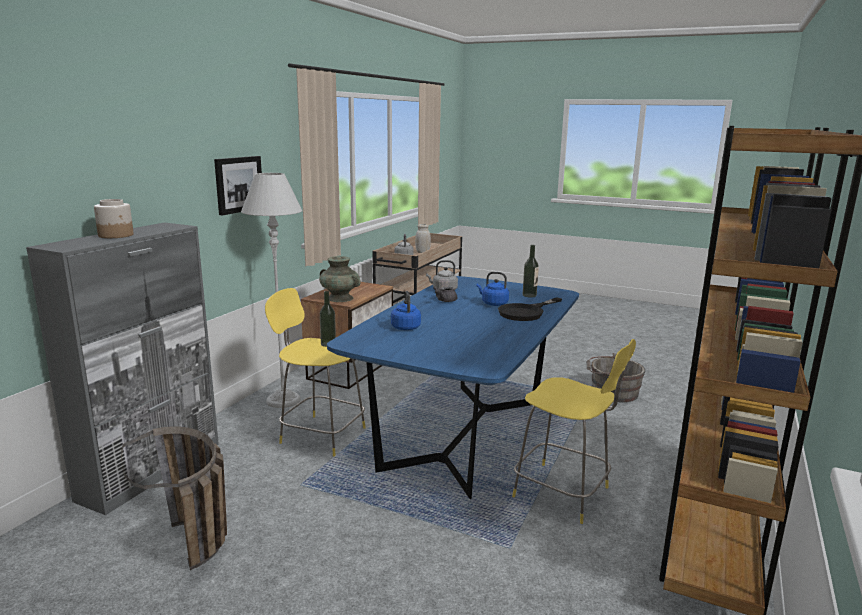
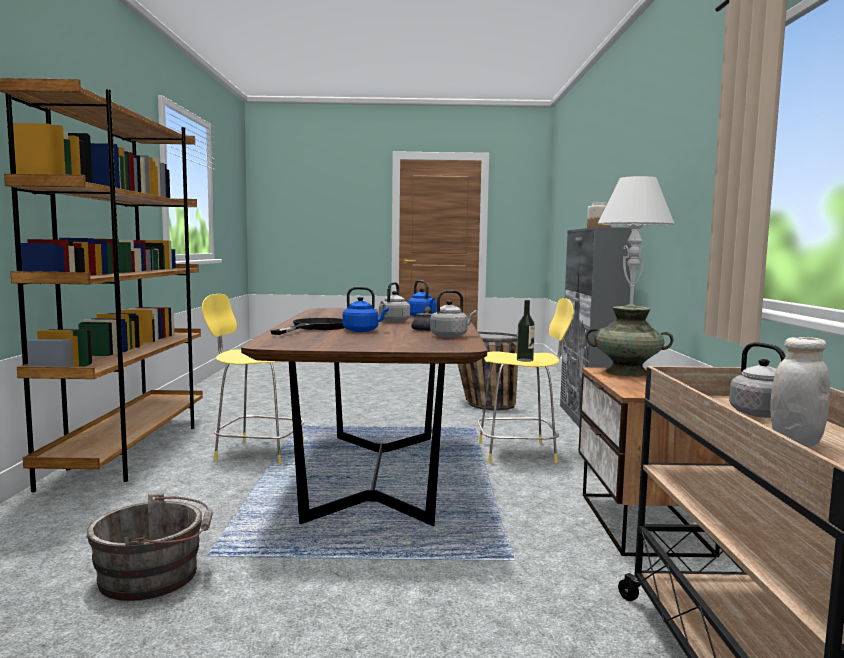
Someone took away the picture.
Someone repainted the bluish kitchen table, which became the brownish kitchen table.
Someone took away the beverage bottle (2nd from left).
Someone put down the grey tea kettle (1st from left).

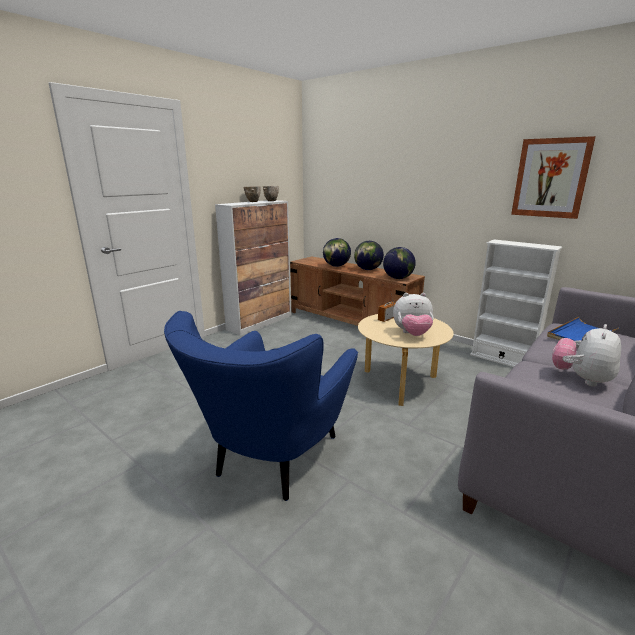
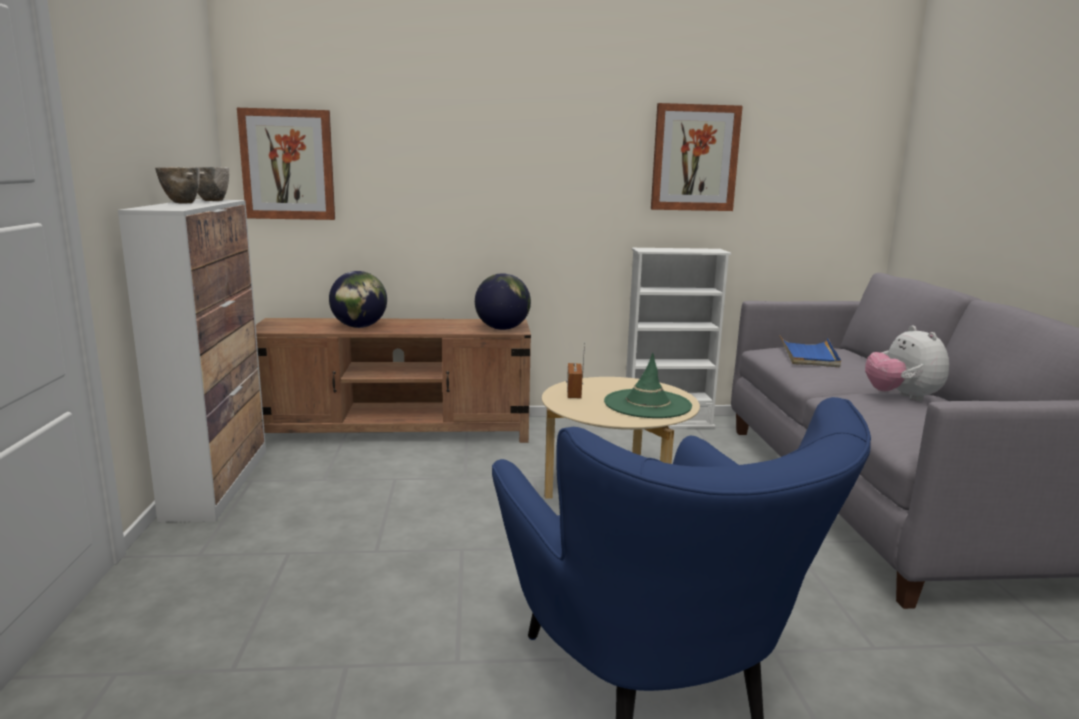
Someone took away the world globe (2nd from left).
Someone swapped the soft toy (1st from left) for the green-coloured clothing hat.
Someone put up the picture (1st from left).

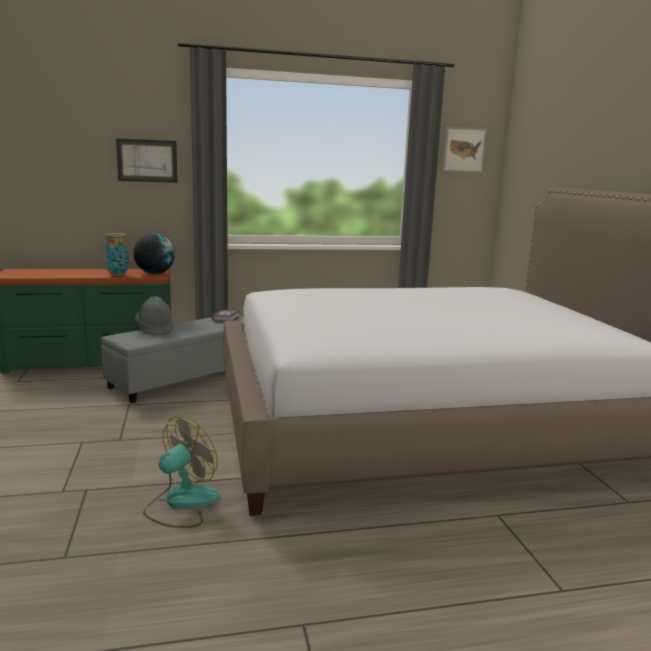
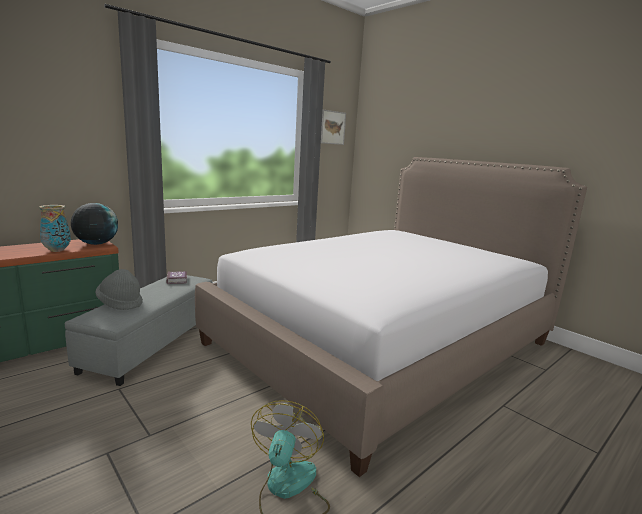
Someone took away the picture (1st from left).

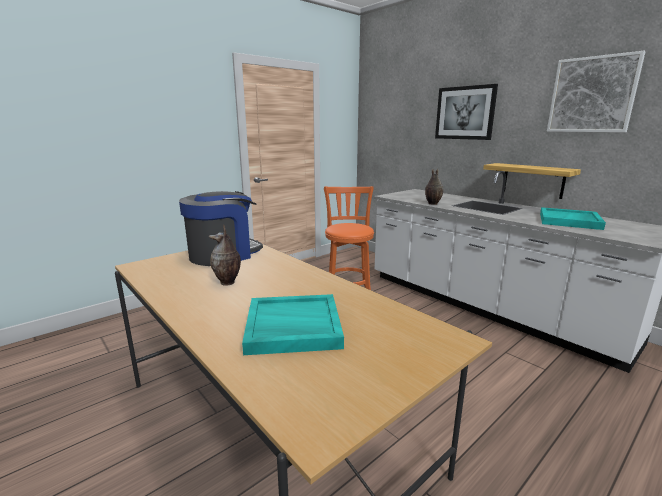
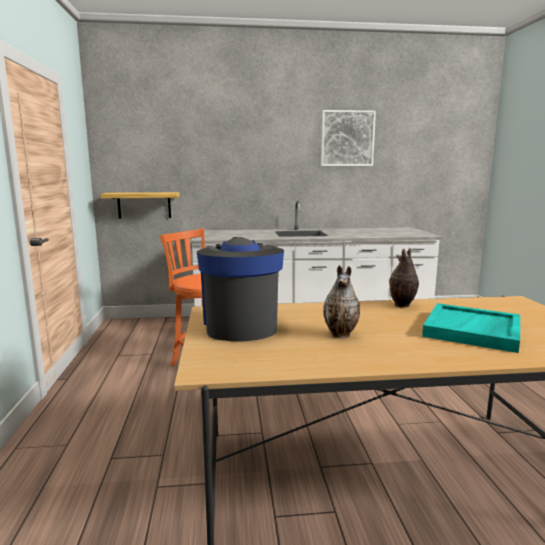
Someone carried the flower vase (2nd from left).
Someone took away the picture (1st from left).
Someone carried the bracket shelf.
Someone took away the turquoise tray (2nd from left).

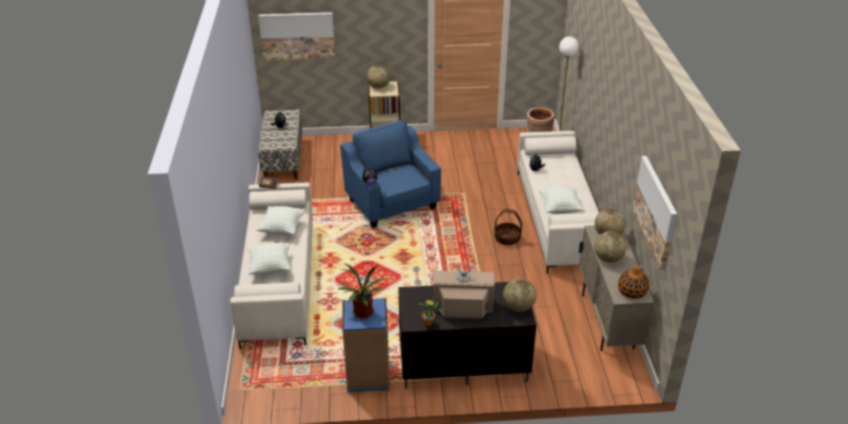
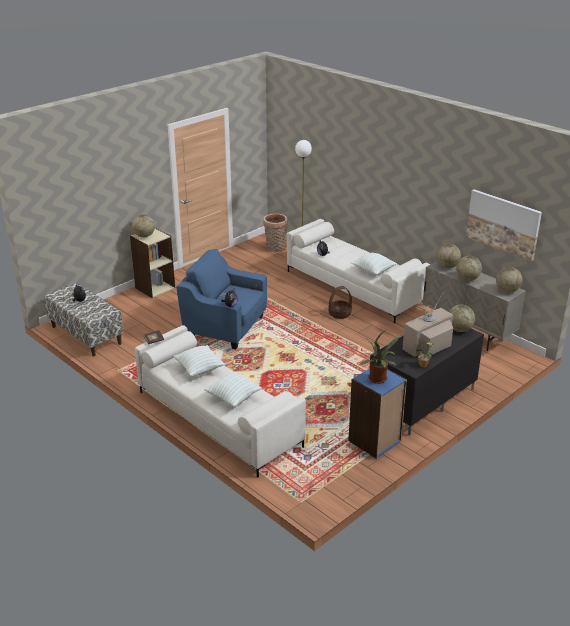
Someone took away the picture (1st from left).
Someone swapped the flower vase for the world globe (5th from left).

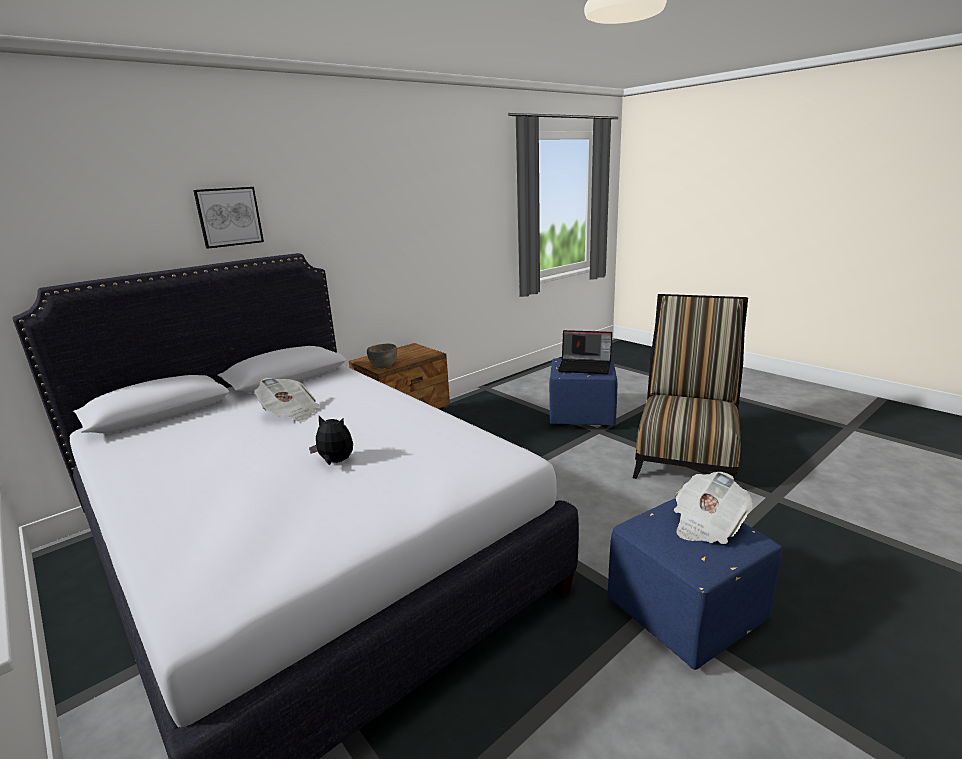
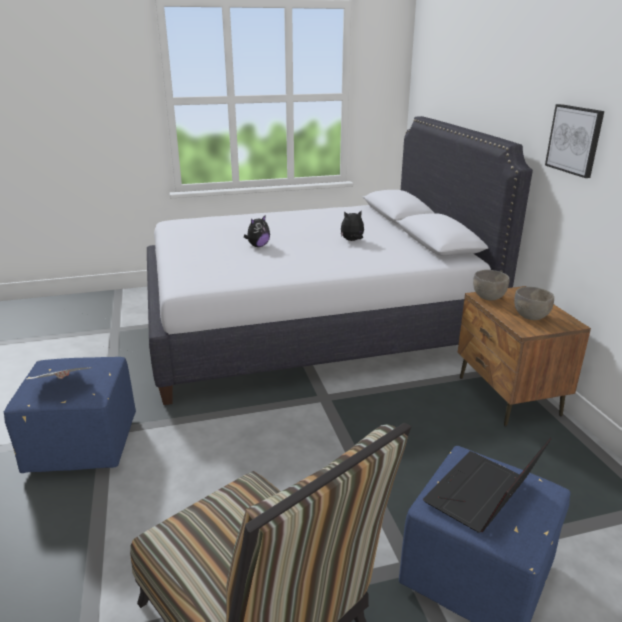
Someone carried the picture.
Someone swapped the daily paper (1st from left) for the soft toy (2nd from left).
Someone put down the grey bowl (2nd from left).

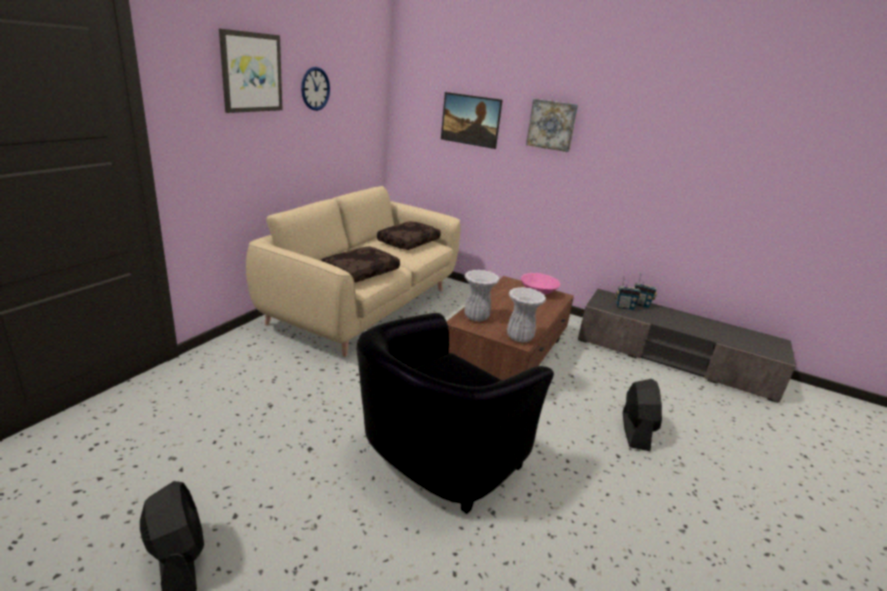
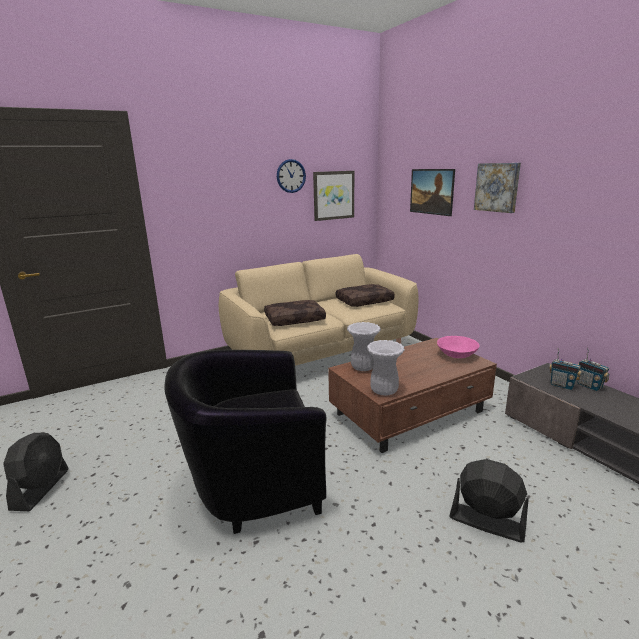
Someone carried the picture (1st from left).
Someone rotated the black-coloured fan (2nd from left) by 105 degrees counterclockwise.

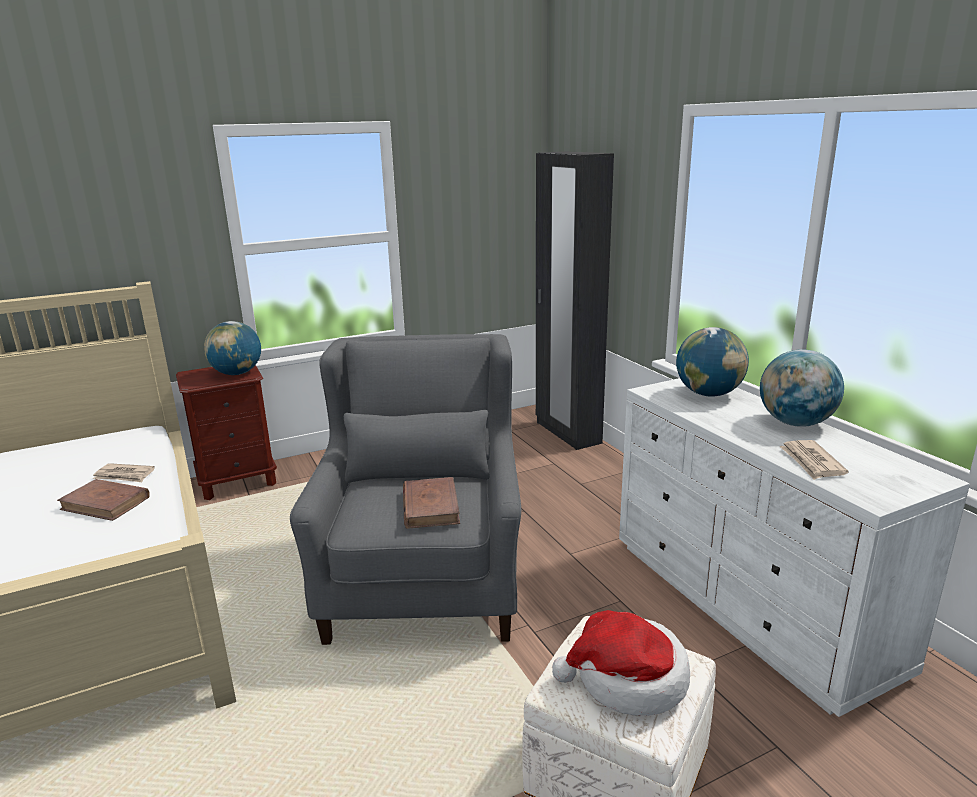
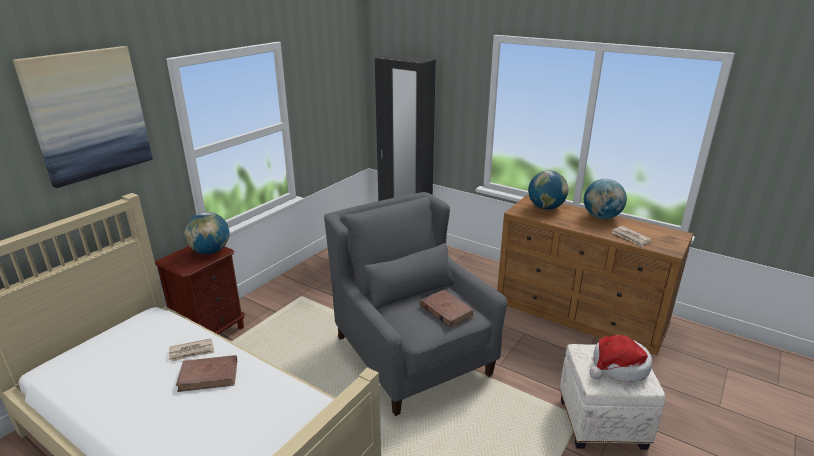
Someone repainted the white drawer chest, which became the brownish drawer chest.
Someone put up the picture.

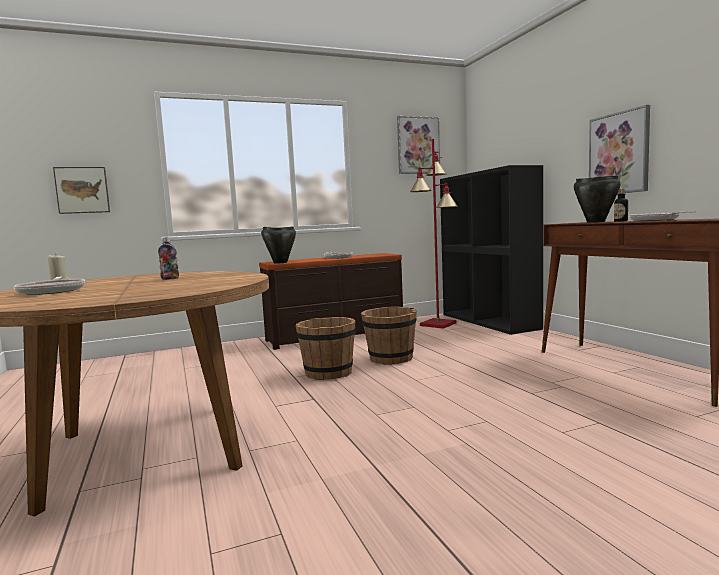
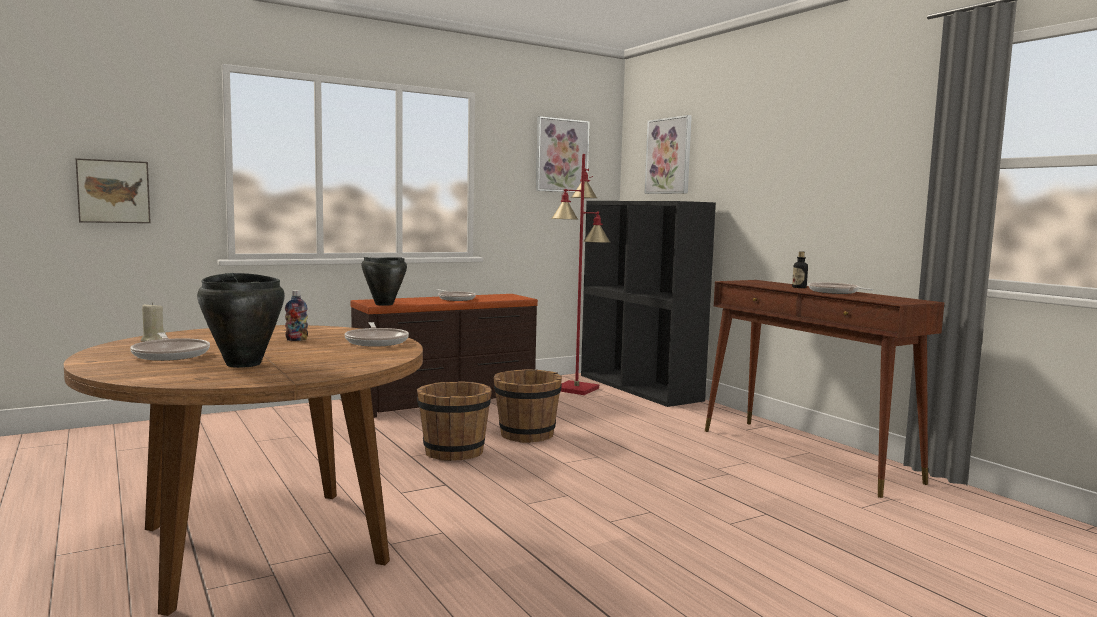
Someone carried the black-coloured saucepot (2nd from left in the first image).
Someone carried the picture (3rd from left).
Someone put down the frying pan (2nd from left).

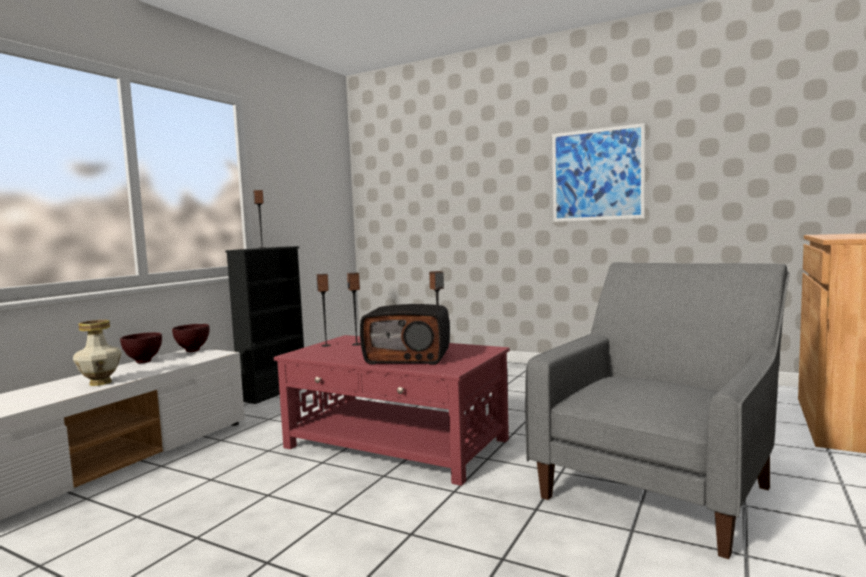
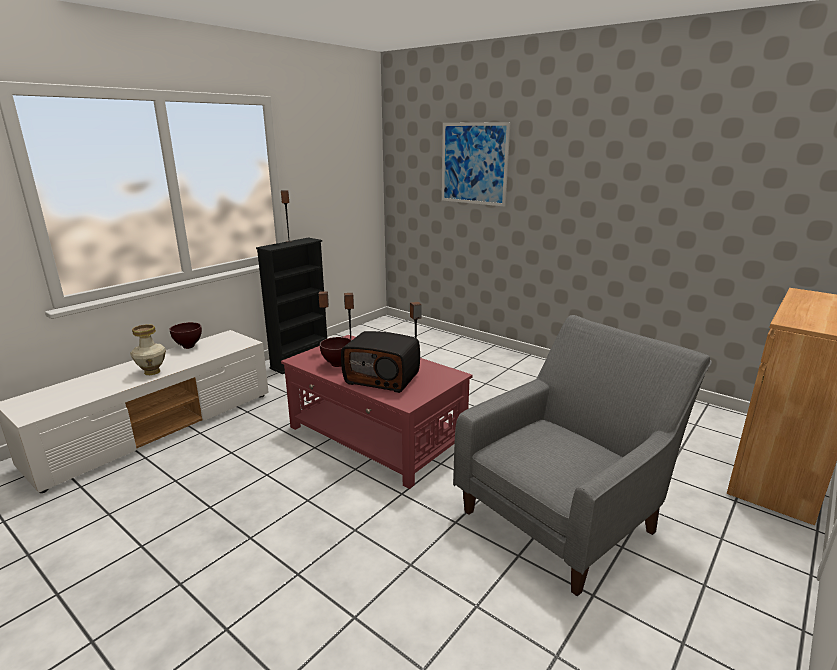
Someone carried the brownish bowl (2nd from left).
Someone carried the picture.

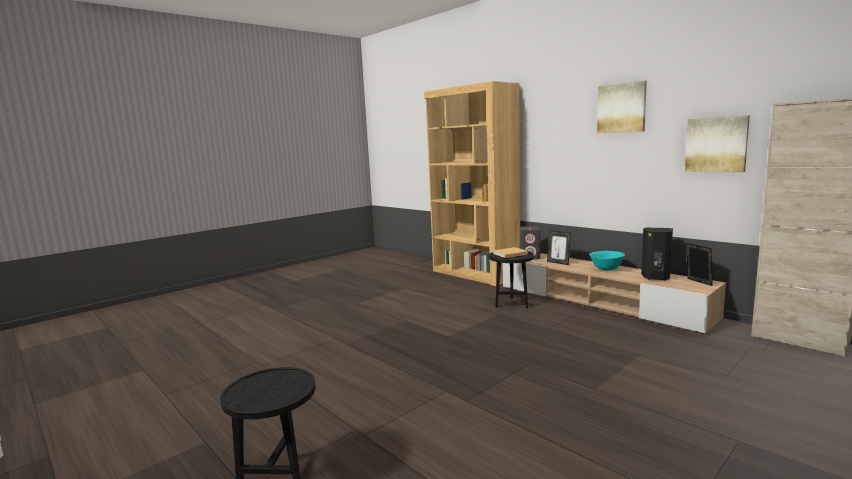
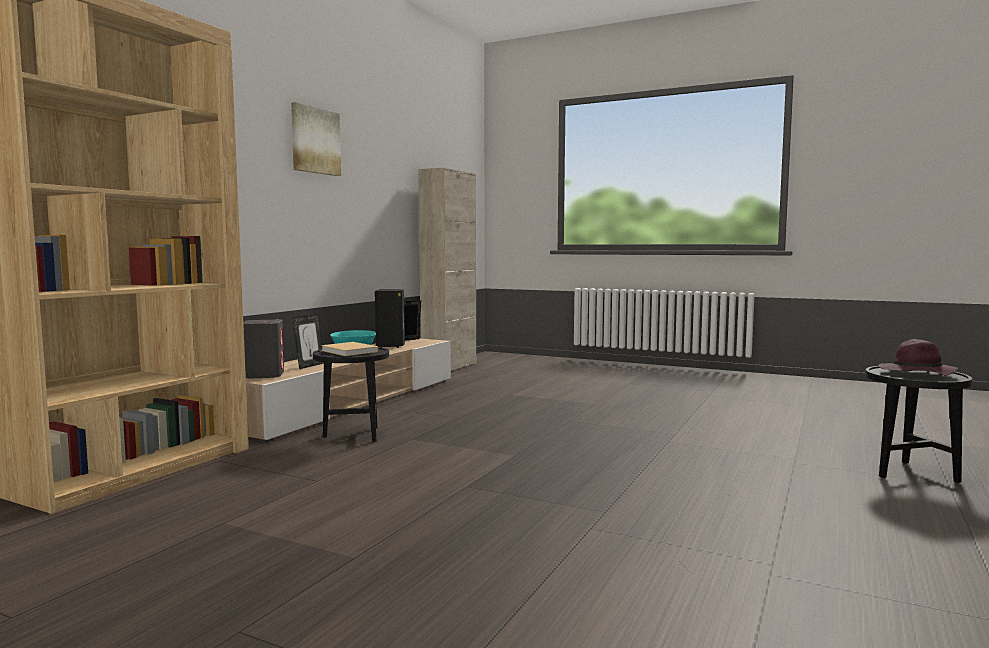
Someone took away the picture (2nd from left).
Someone put down the purplish clothing hat.

